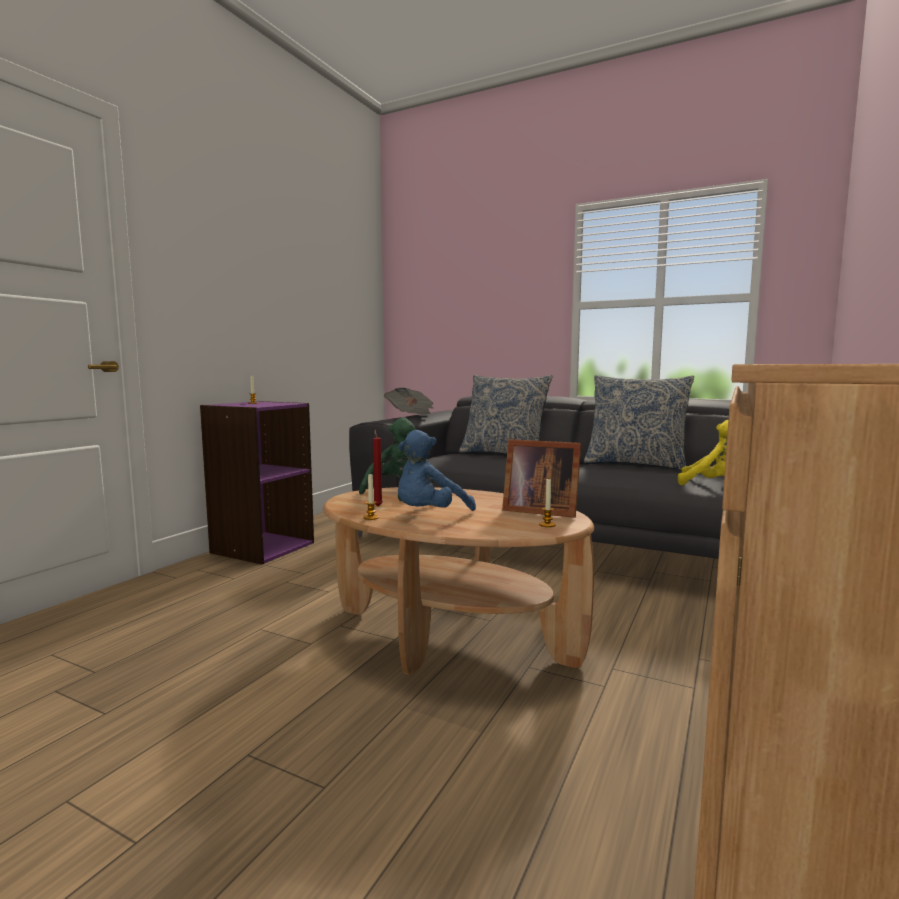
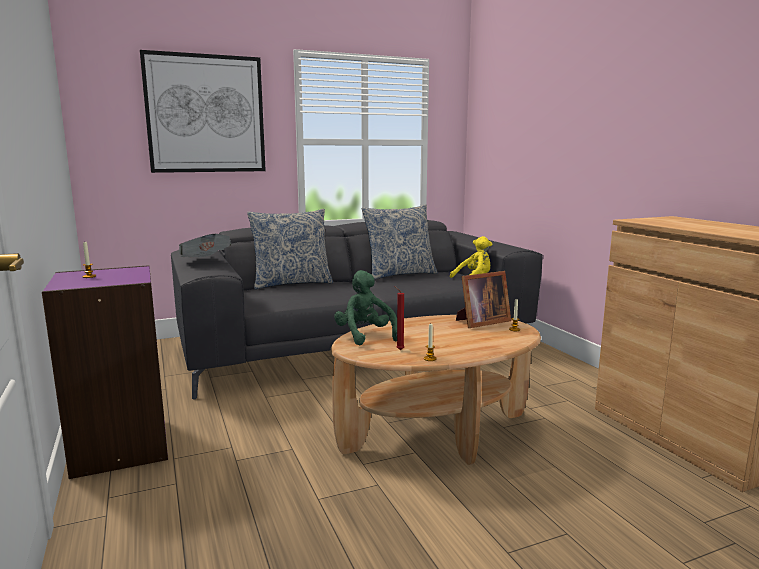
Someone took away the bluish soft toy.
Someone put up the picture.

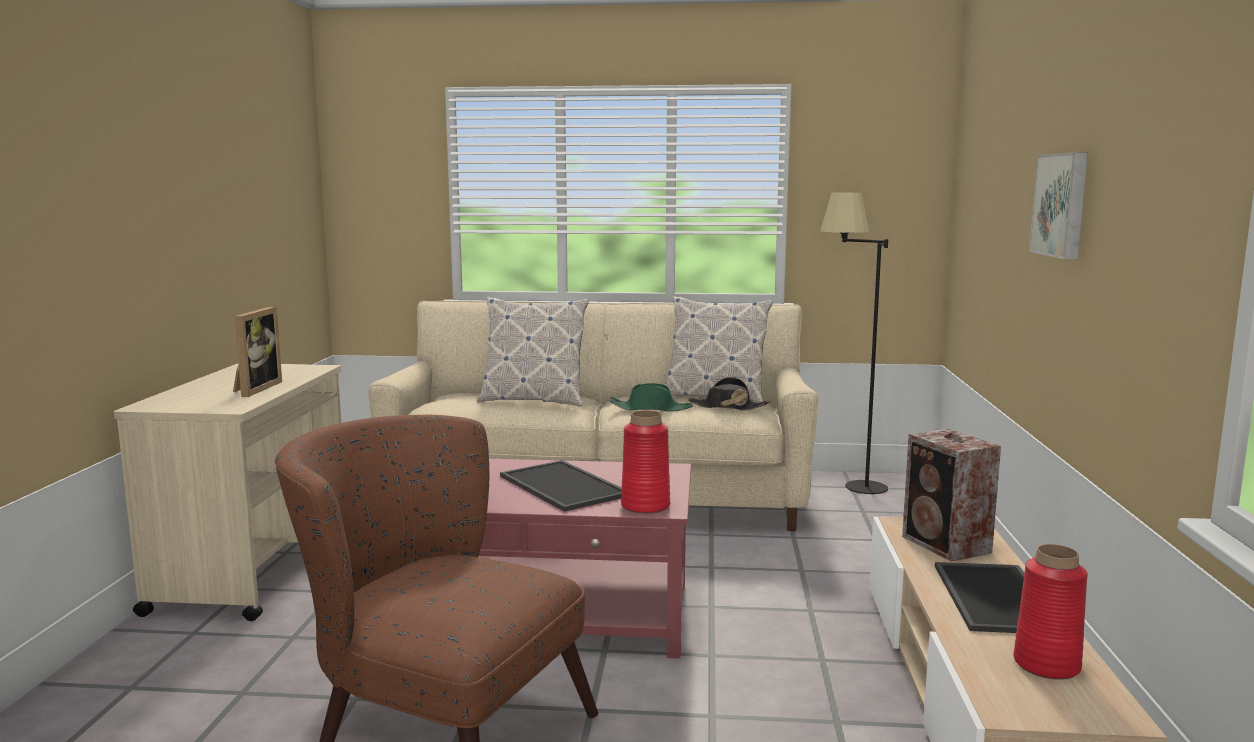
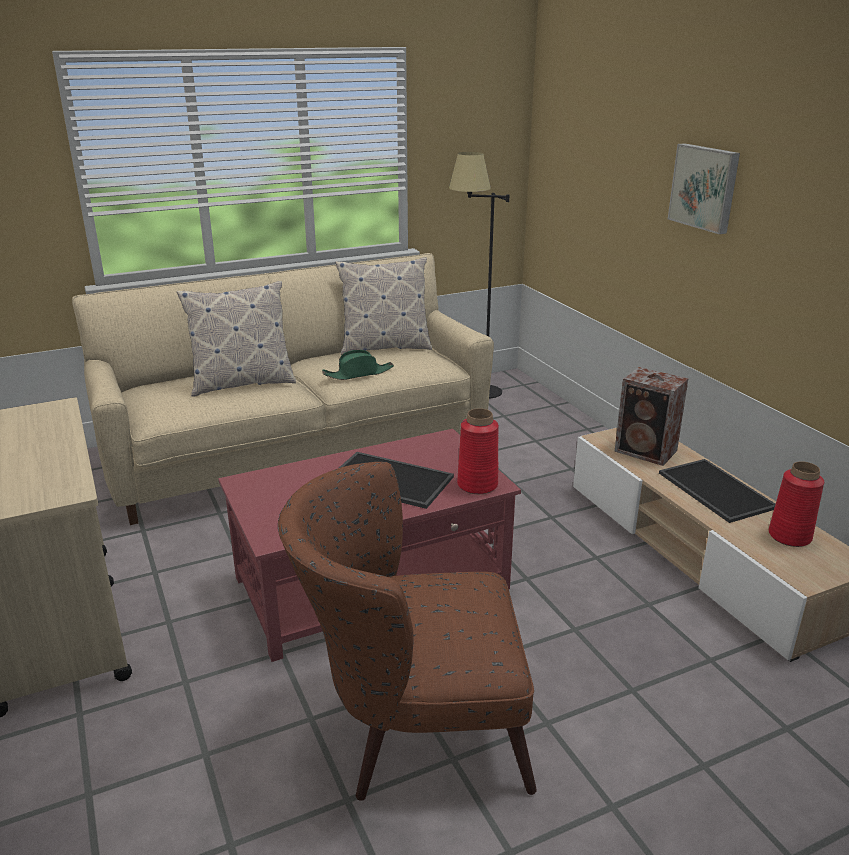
Someone took away the standing frame.
Someone took away the black-coloured clothing hat.

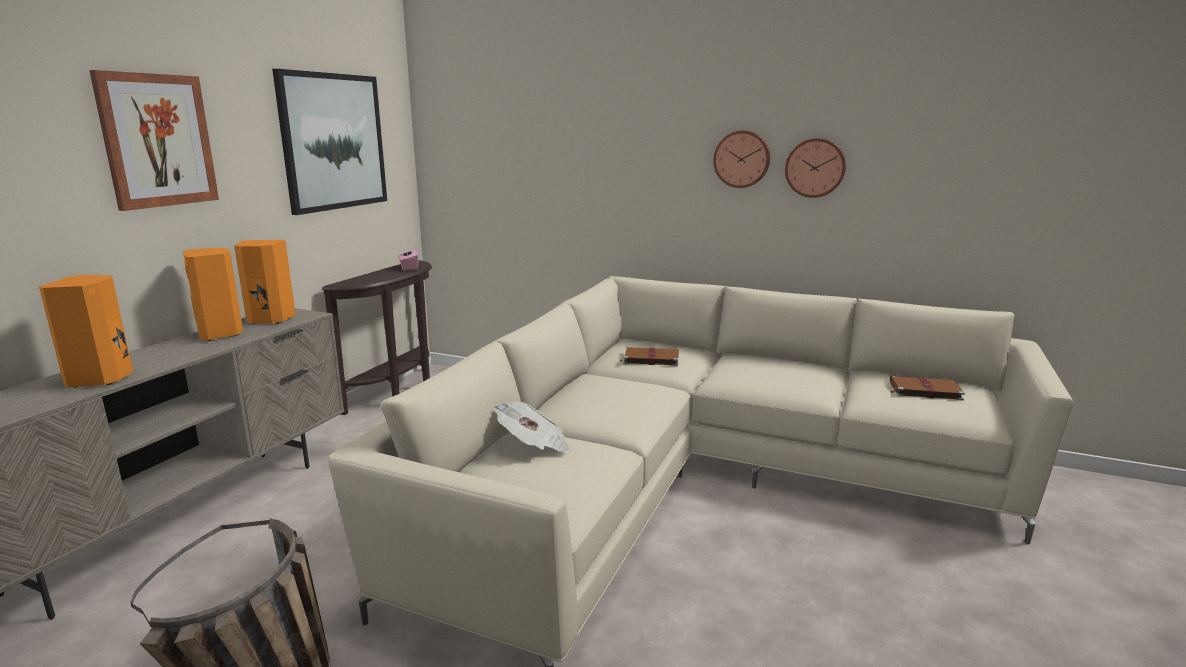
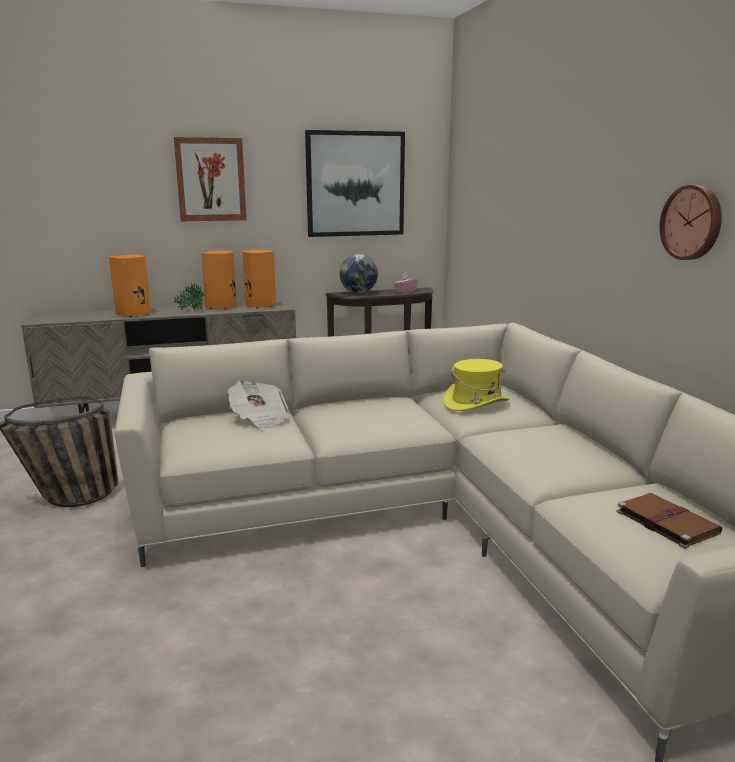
Someone swapped the brownish book (1st from left) for the yellow clothing hat.
Someone took away the hanging clock (1st from left).
Someone put down the houseplant.
Someone put down the world globe.

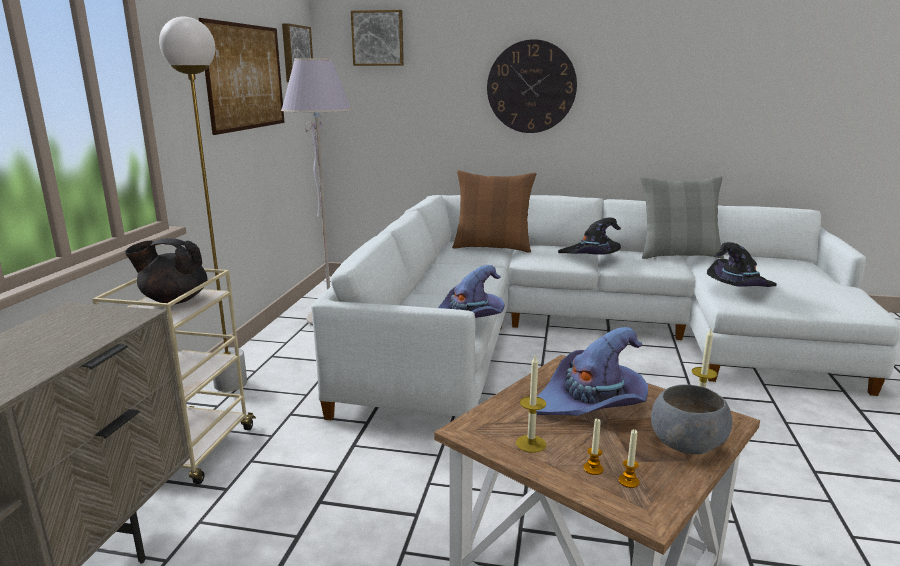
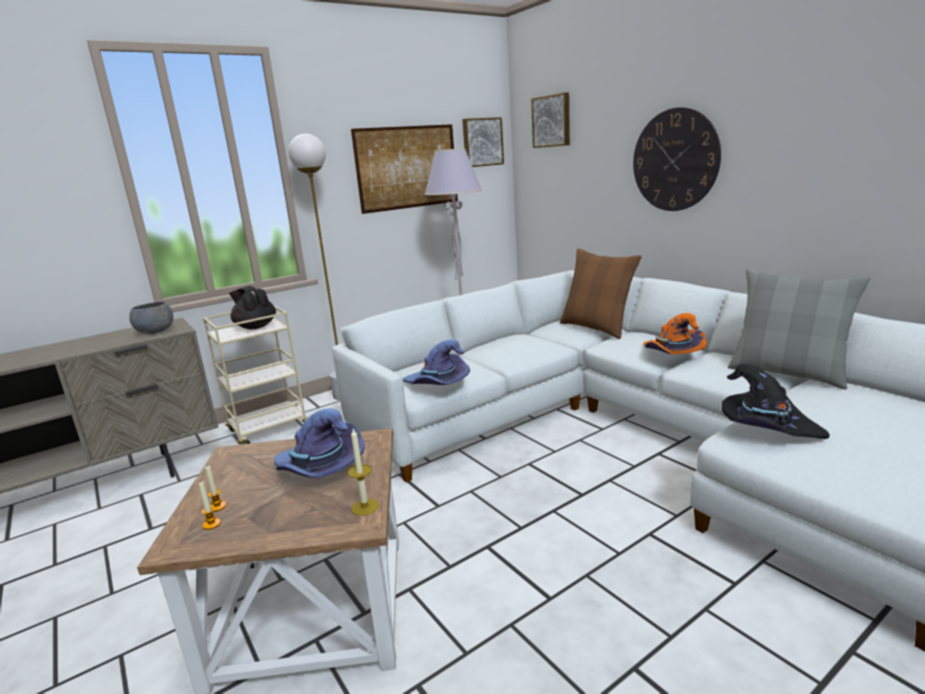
Someone took away the candle (1st from left).
Someone repainted the black-coloured clothing hat (1st from left), which became the orange clothing hat.
Someone carried the grey bowl.

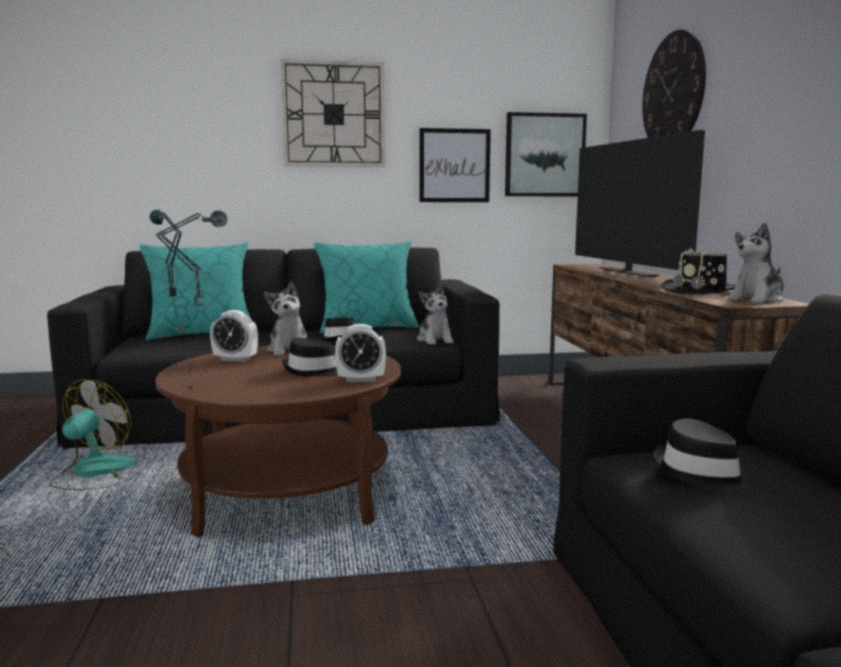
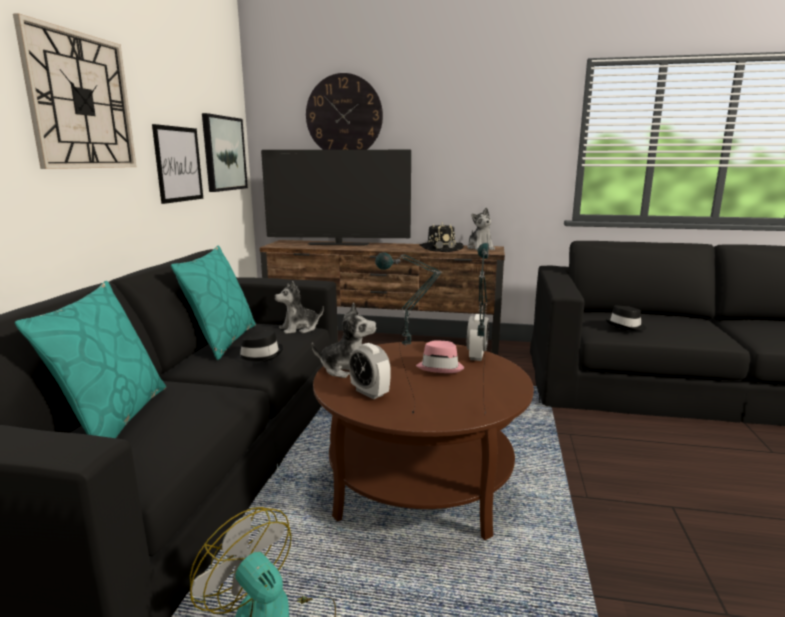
Someone rotated the alarm clock (1st from left) by 105 degrees clockwise.
Someone repainted the black-coloured clothing hat (1st from left), which became the pink-coloured clothing hat.
Someone rotated the soft toy (2nd from left in the first image) by 150 degrees clockwise.

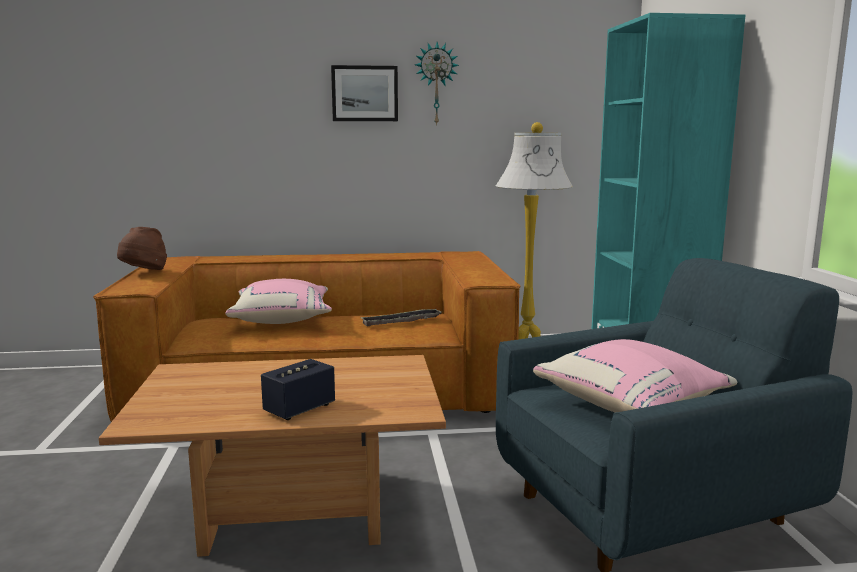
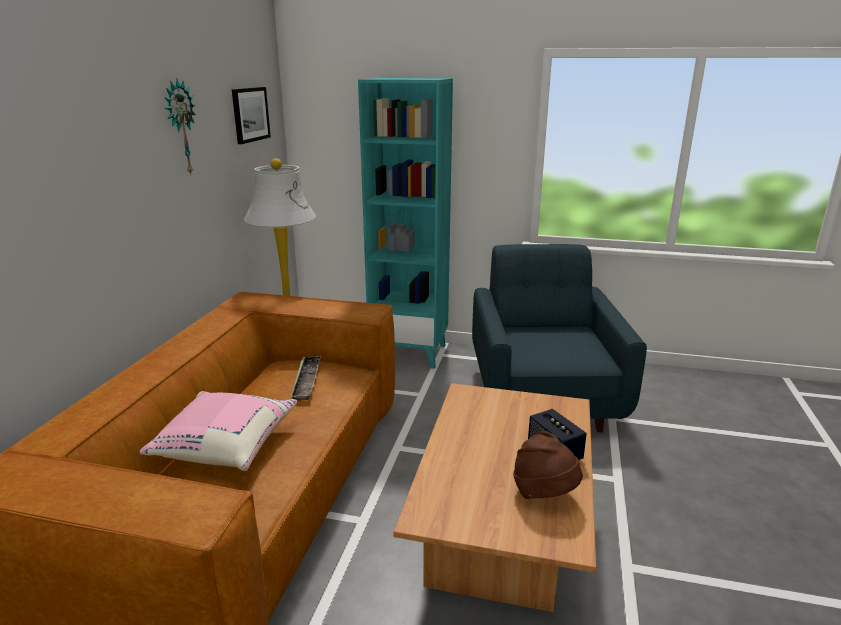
Someone carried the brownish clothing hat.
Someone carried the picture.
Someone took away the pink-coloured pillow (2nd from left).

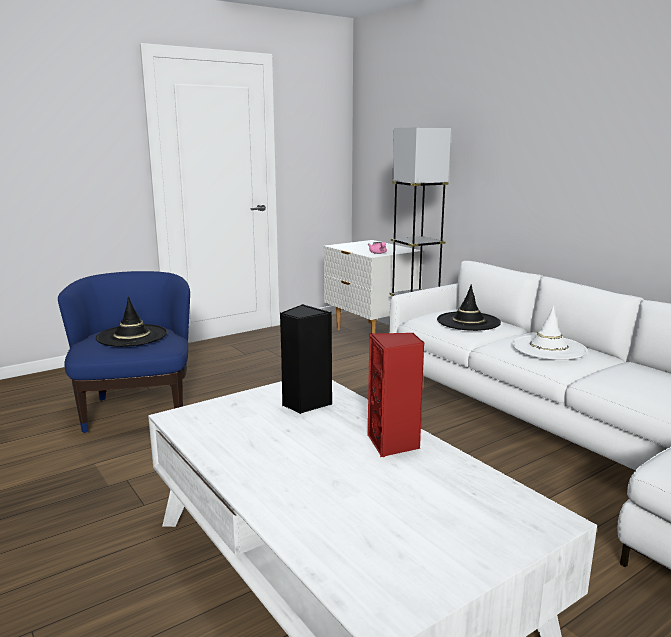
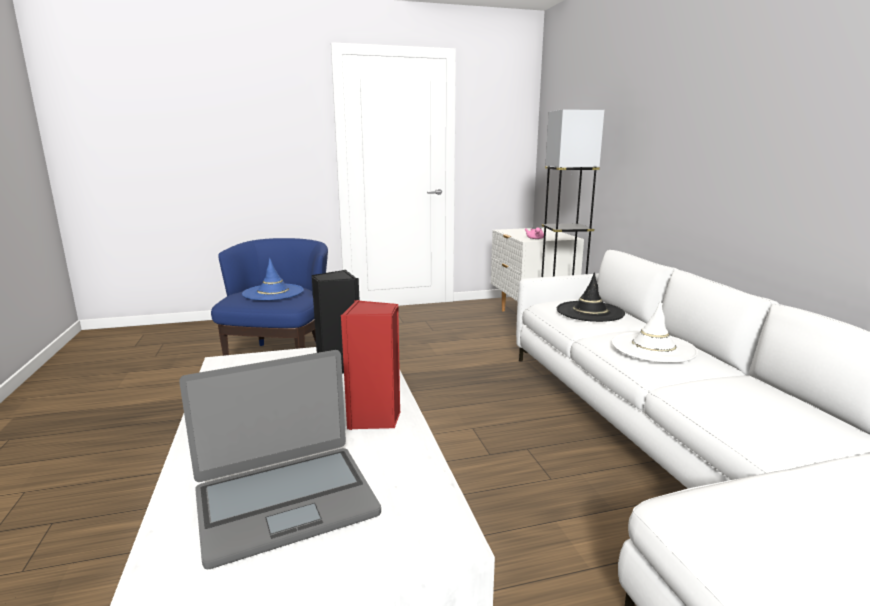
Someone repainted the black-coloured clothing hat (1st from left), which became the bluish clothing hat.
Someone put down the laptop.

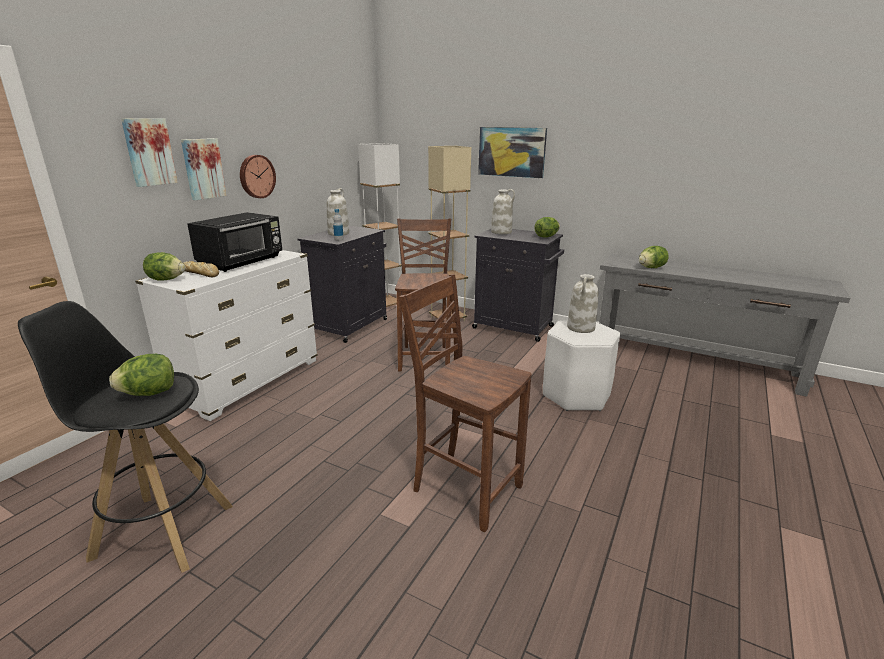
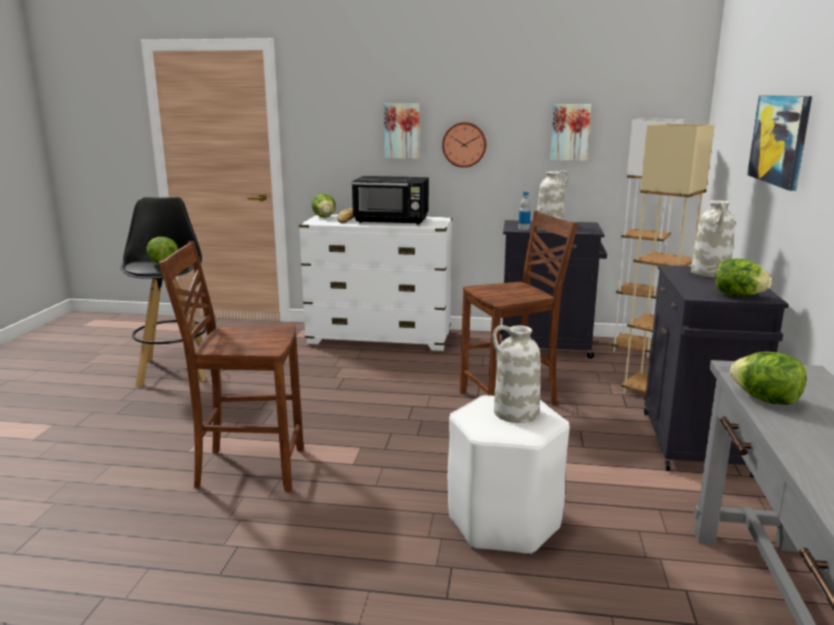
Someone carried the picture (1st from left in the first image).
Someone rotated the brownish plain chair (2nd from left in the first image) by 105 degrees counterclockwise.

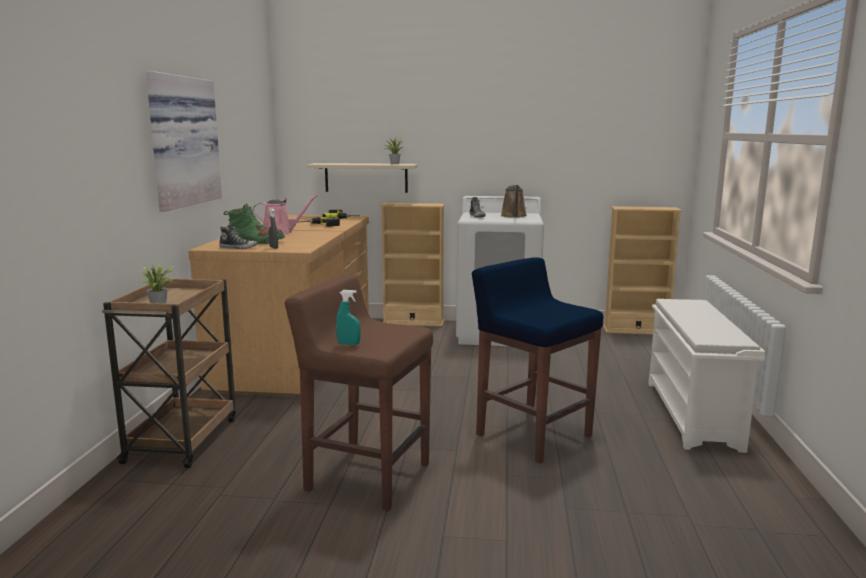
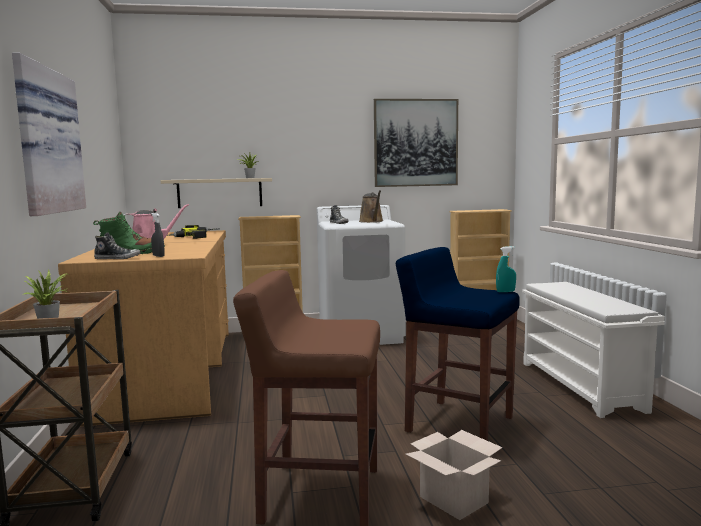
Someone carried the turquoise hand sprayer.
Someone put up the picture (2nd from left).
Someone put down the cardboard box.

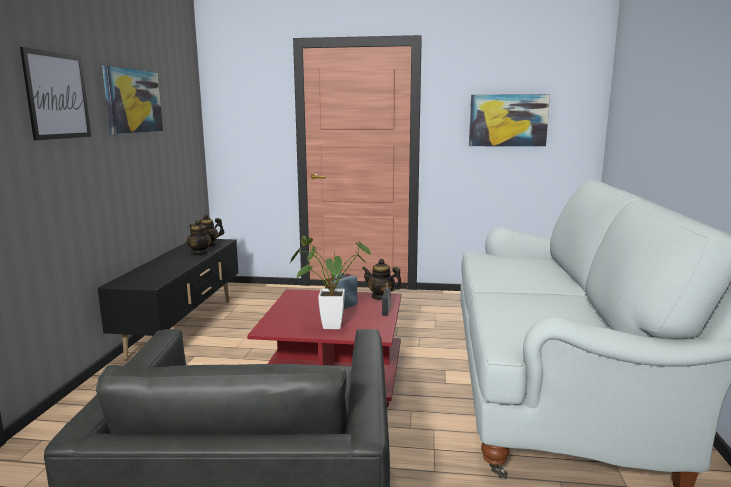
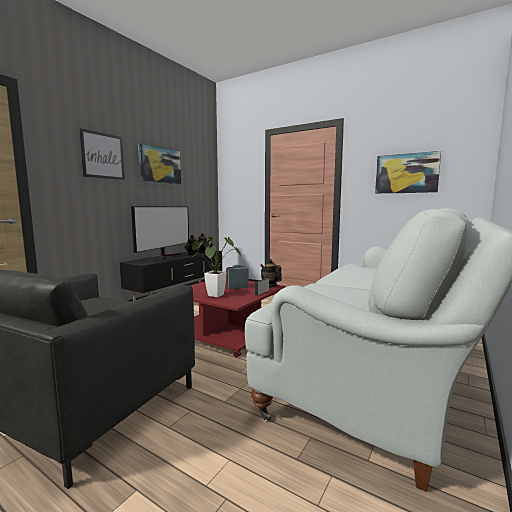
Someone put down the television.

